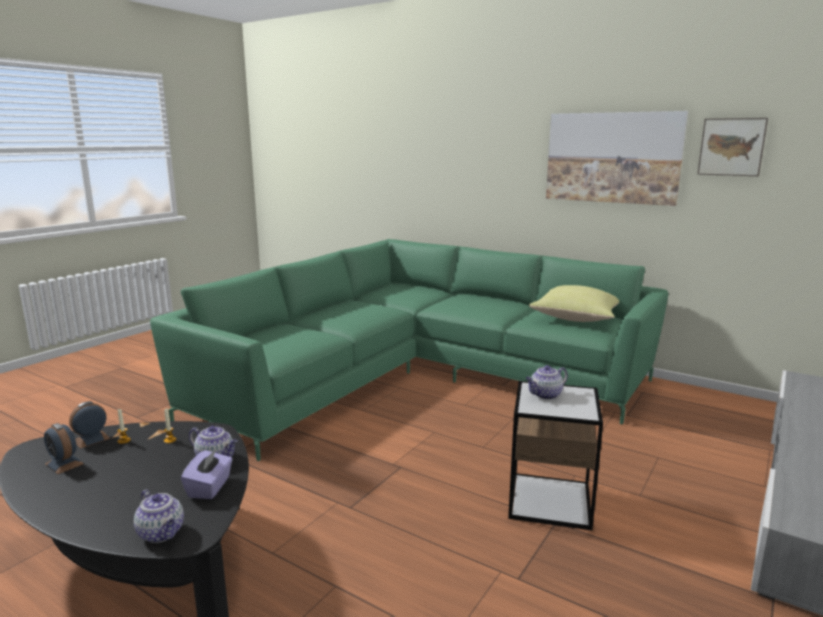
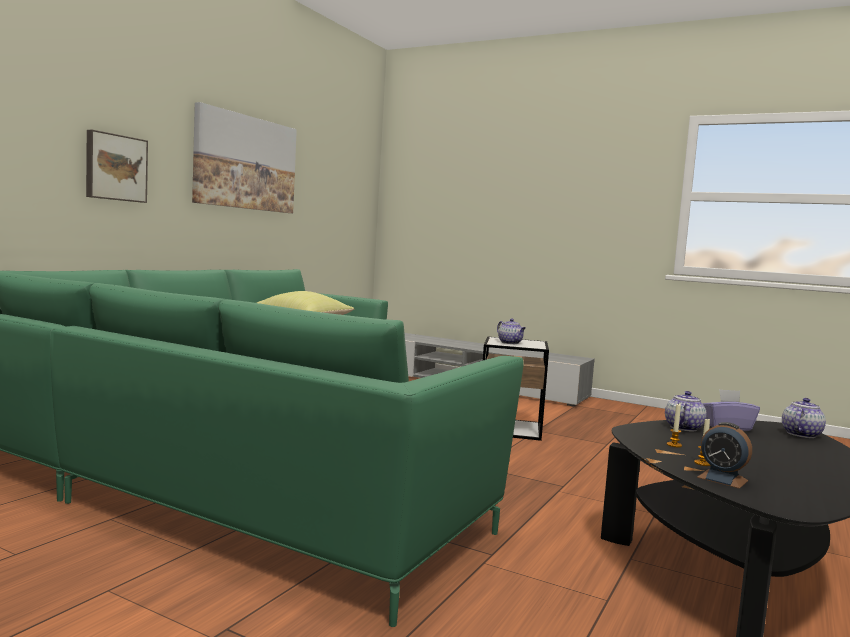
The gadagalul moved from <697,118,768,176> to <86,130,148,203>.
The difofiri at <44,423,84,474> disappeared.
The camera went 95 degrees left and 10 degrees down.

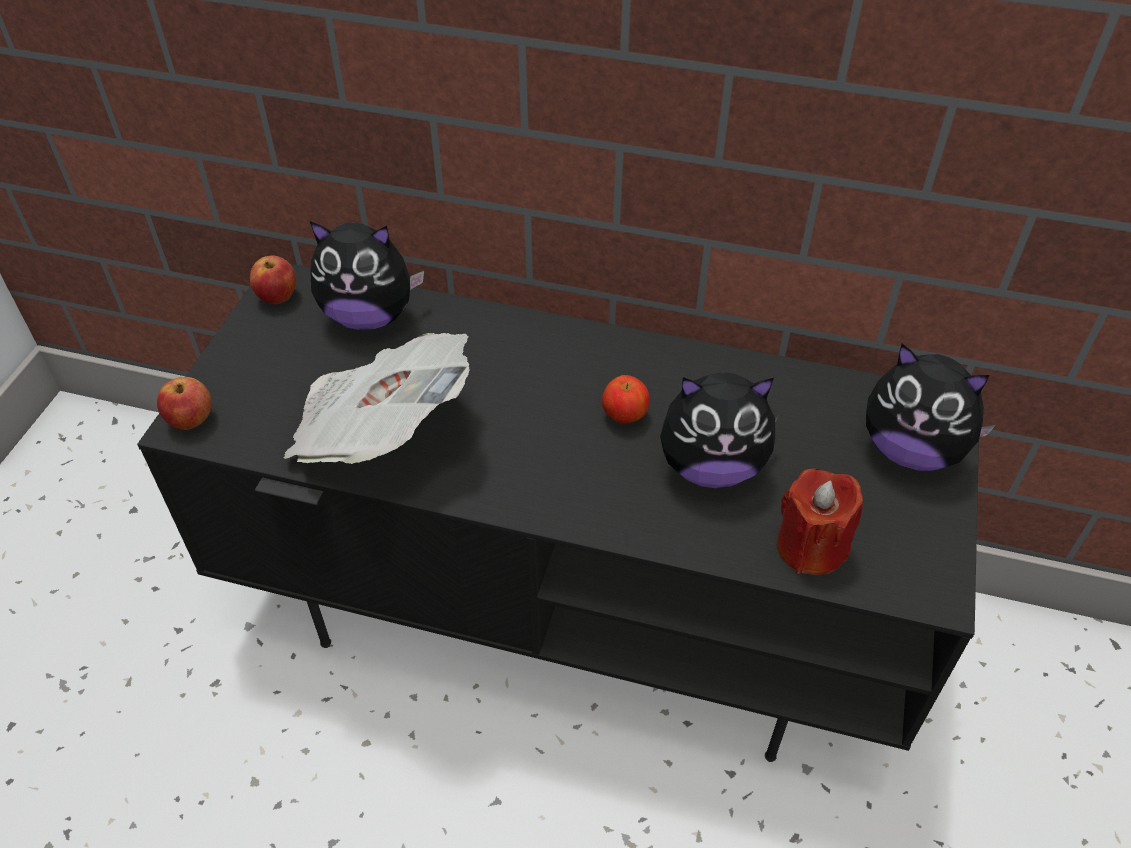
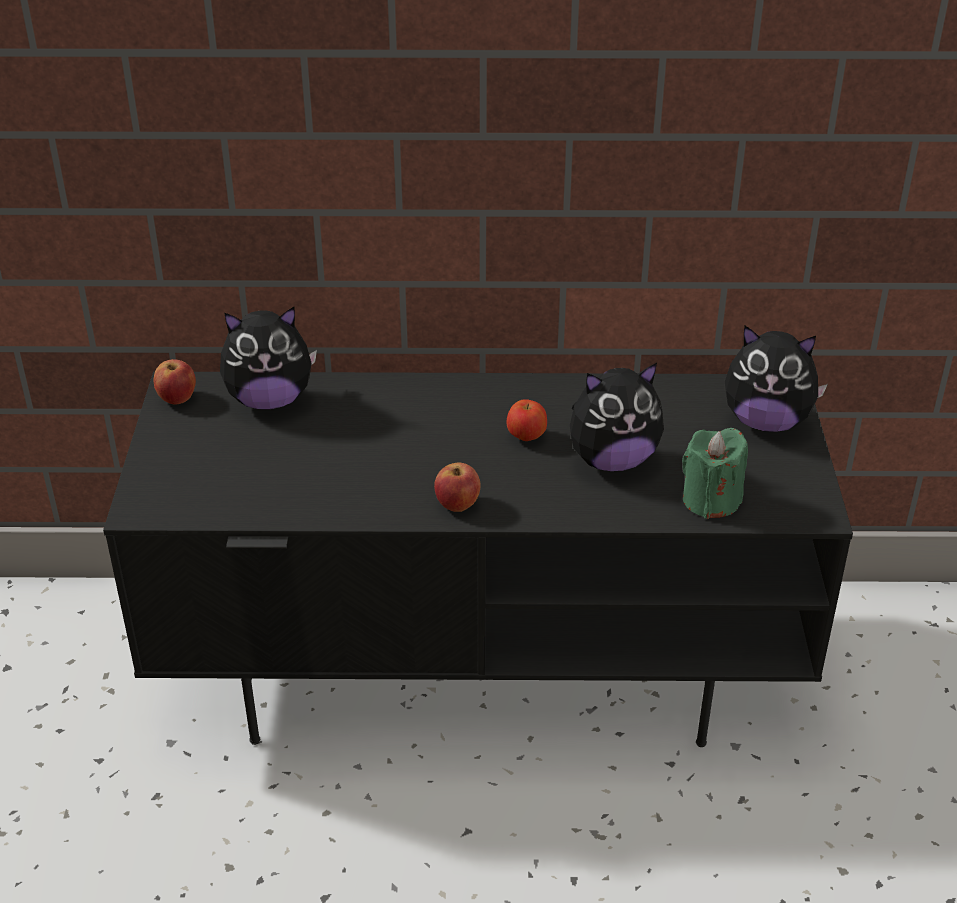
The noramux at <283,333,470,464> disappeared.
The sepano moved from <157,377,212,430> to <434,462,481,512>.
The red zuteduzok at <777,468,863,575> became the green zuteduzok at <682,428,748,519>.
The camera went 15 degrees left and 10 degrees down.

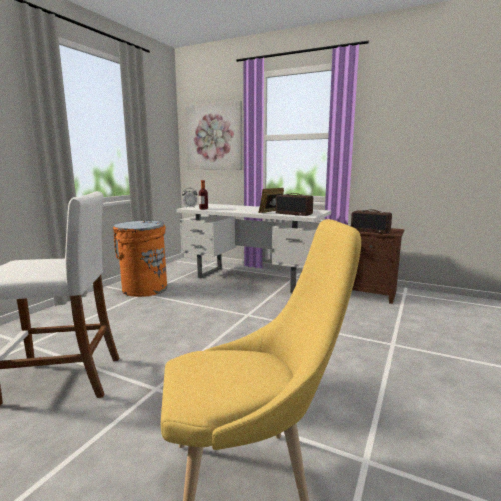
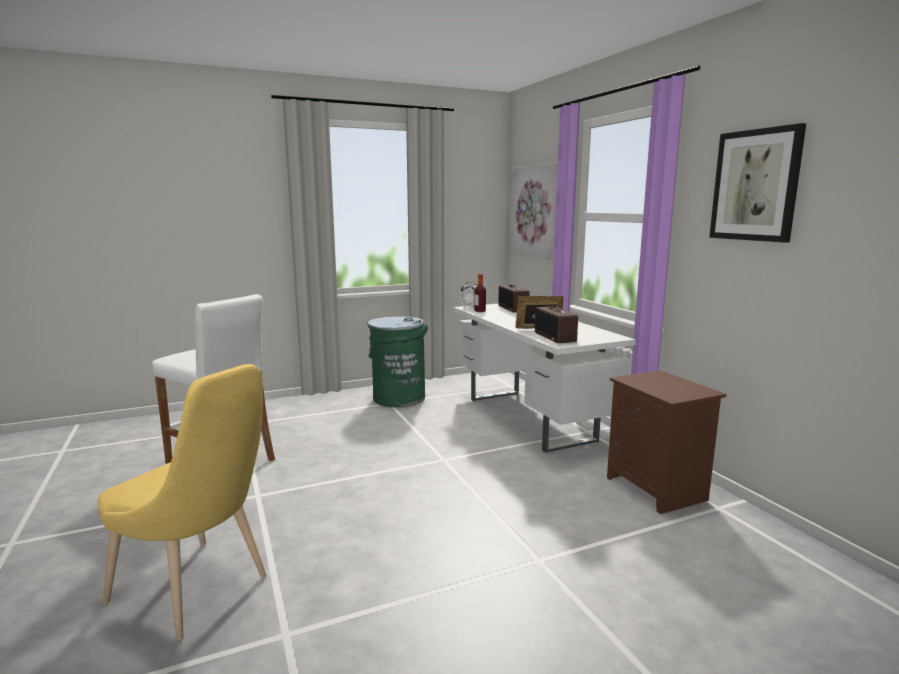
The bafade moved from <351,209,392,234> to <498,285,529,313>.
The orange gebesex at <113,220,167,297> became the green gebesex at <368,316,428,407>.
The gadagalul at <709,123,806,243> appeared.
The camera went 40 degrees right and 0 degrees up.

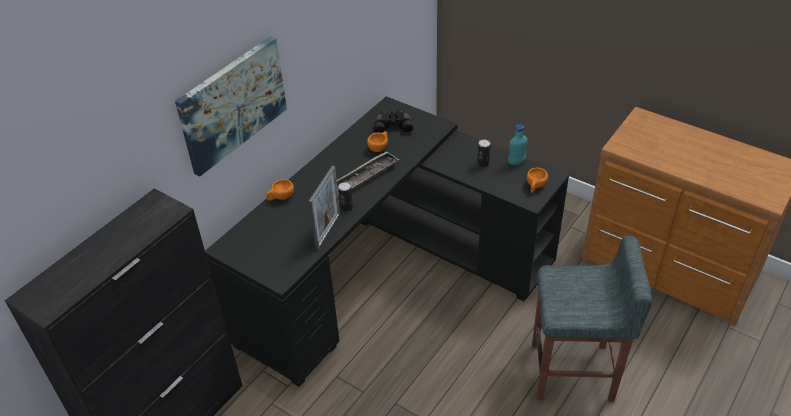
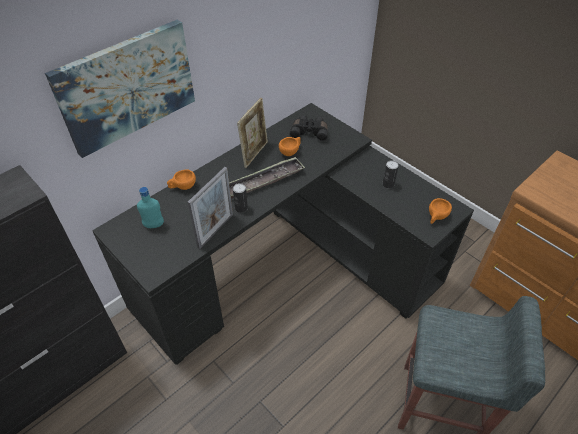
The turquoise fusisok moved from <508,124,528,165> to <137,187,164,228>.
The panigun at <237,98,268,168> appeared.
The camera went 10 degrees right and 5 degrees up.

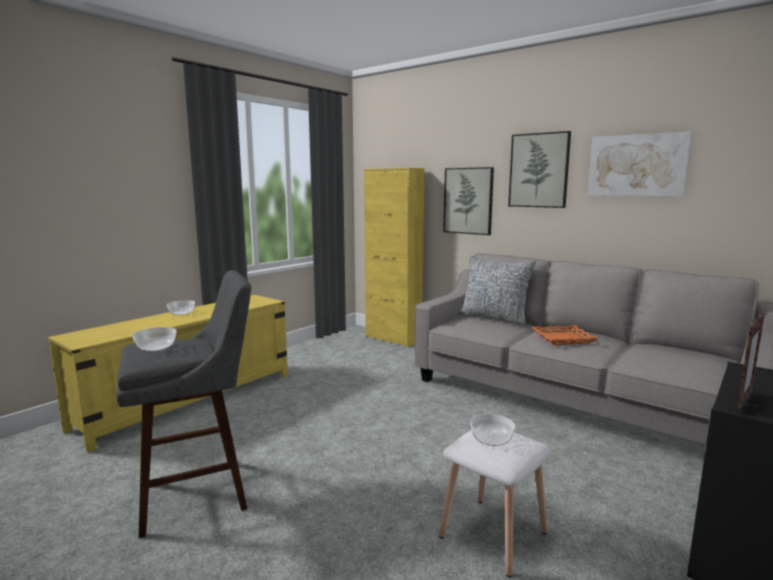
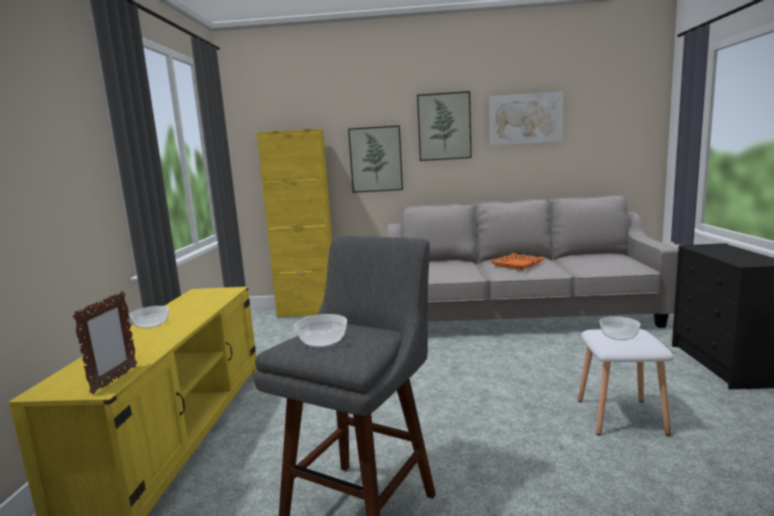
The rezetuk at <458,255,536,325> disappeared.
The panigun moved from <737,313,765,412> to <72,291,137,394>.
The camera went 35 degrees left and 0 degrees up.

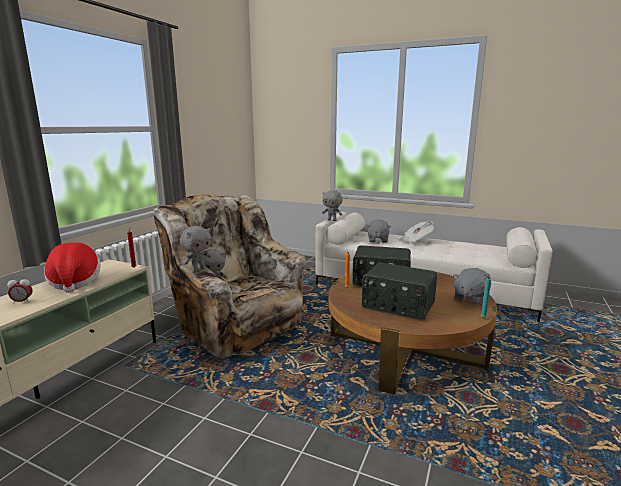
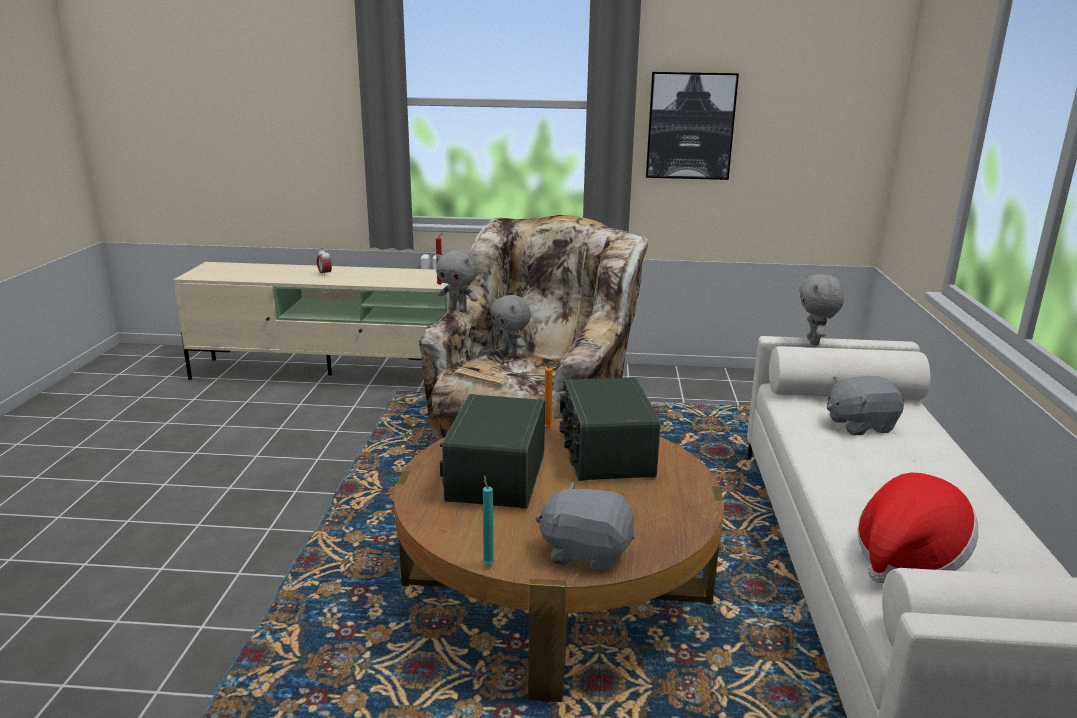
The noramux at <399,221,434,243> disappeared.
The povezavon moved from <44,242,101,293> to <858,473,978,583>.
The gadagalul at <646,72,739,180> appeared.
The camera went 70 degrees right and 5 degrees up.

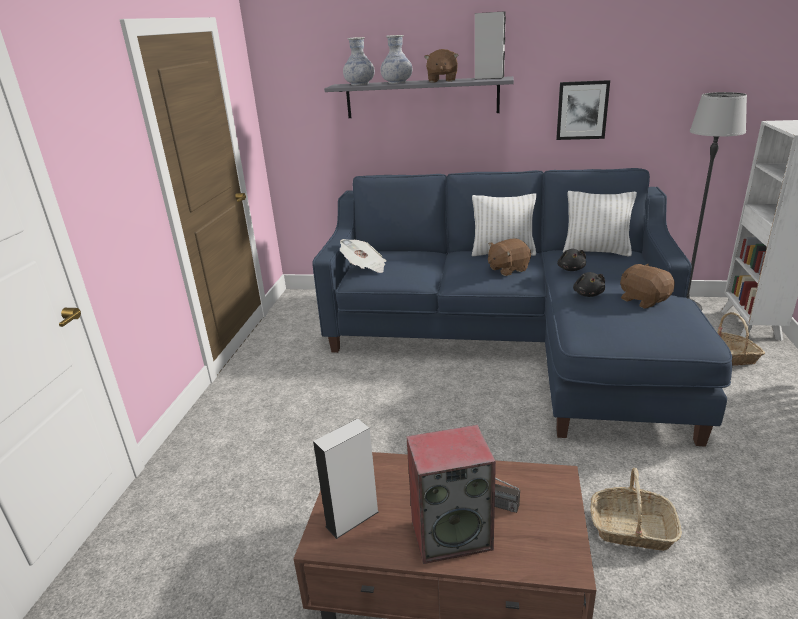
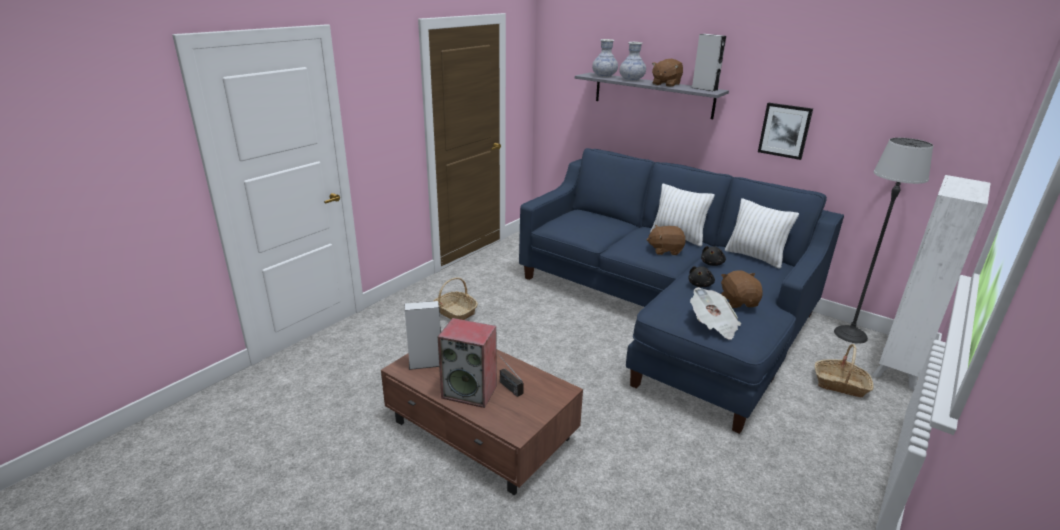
The noramux moved from <340,239,386,273> to <690,287,741,340>.
The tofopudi moved from <590,468,682,551> to <433,277,478,320>.
The camera went 25 degrees right and 0 degrees up.

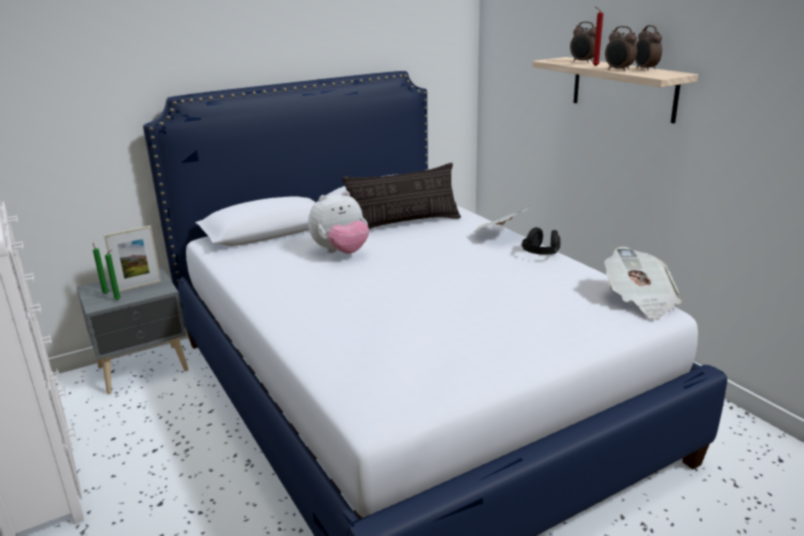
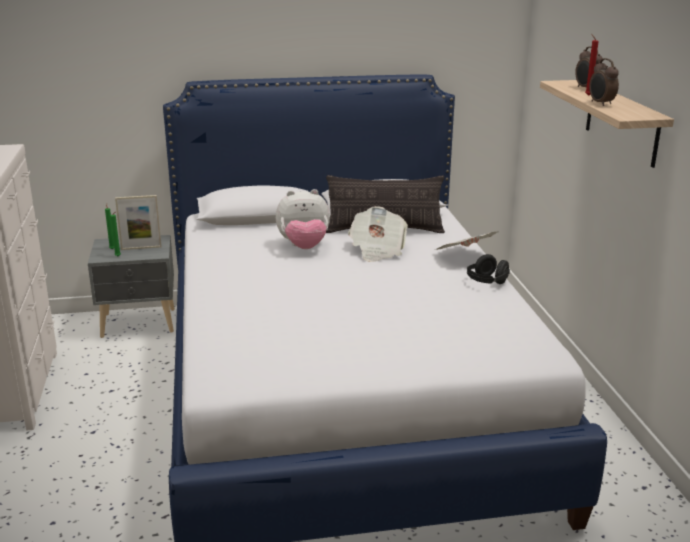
The difofiri at <635,25,662,71> disappeared.
The noramux moved from <604,247,682,319> to <348,206,408,262>.
The camera went 20 degrees right and 0 degrees up.

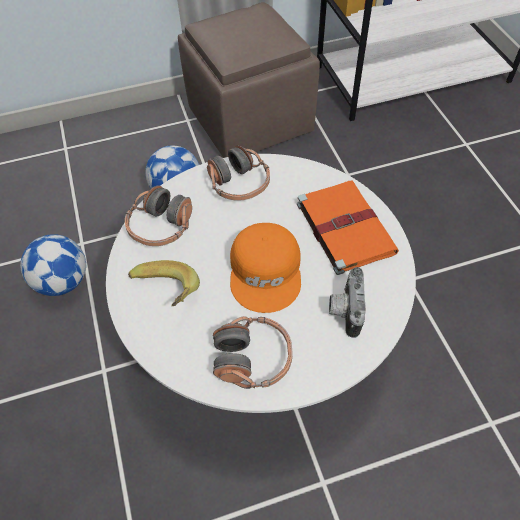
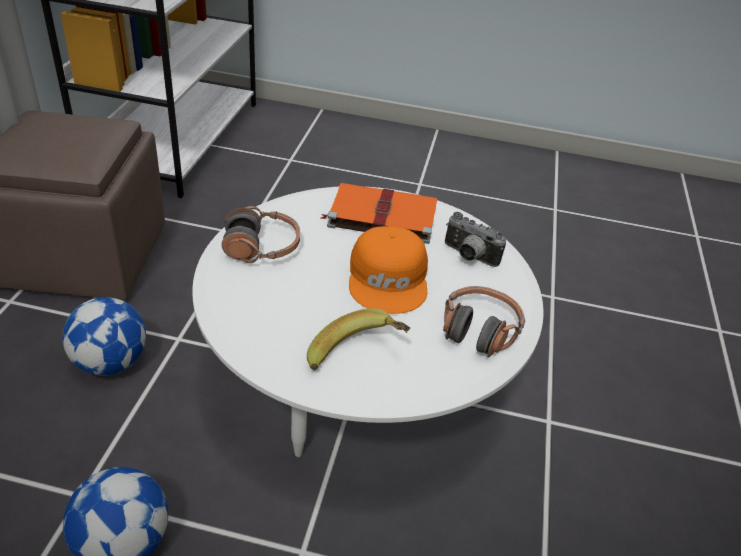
The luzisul at <125,185,192,246> disappeared.
The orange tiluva at <230,223,301,313> turned 60 degrees clockwise.
The camera went 65 degrees left and 15 degrees down.

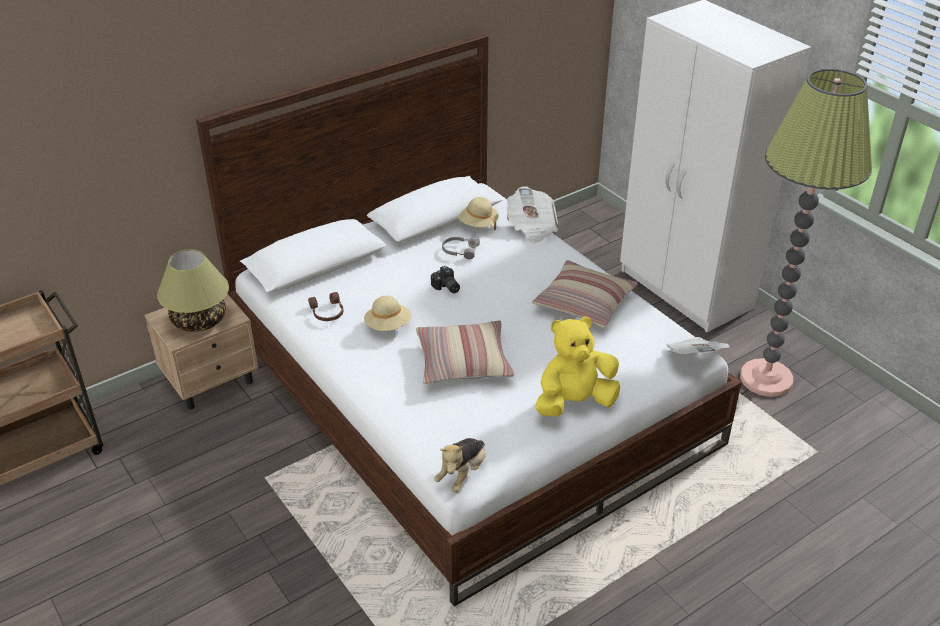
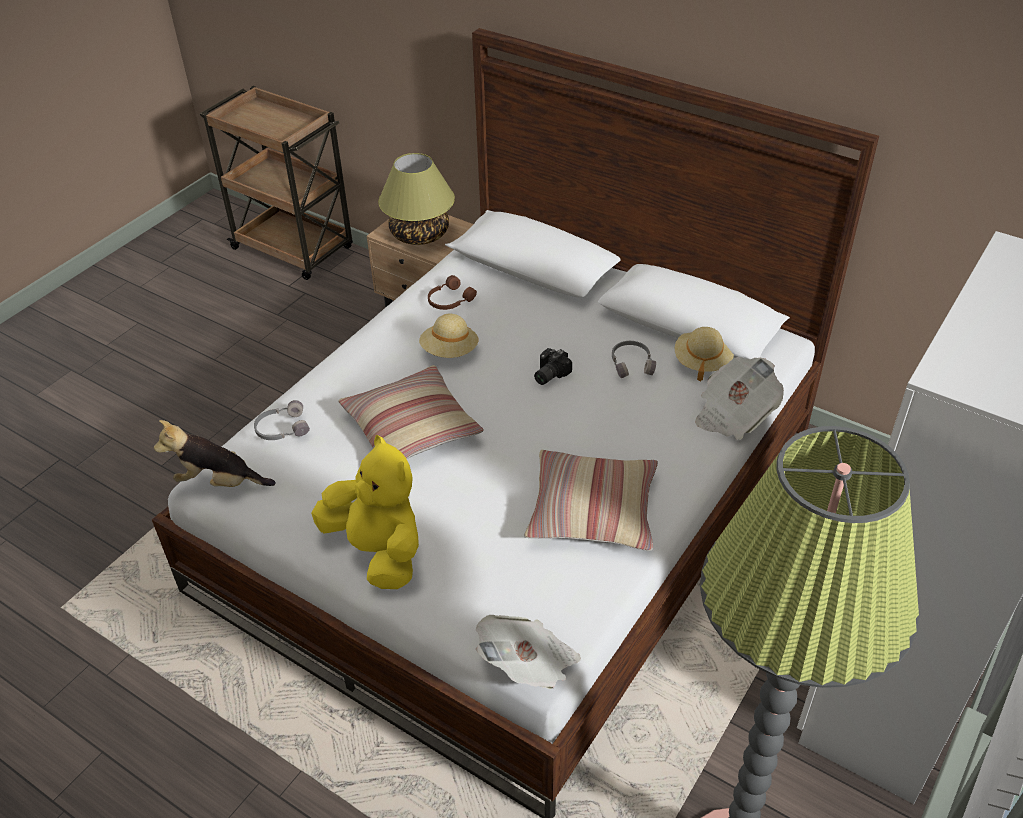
The grey luzisul at <254,400,310,440> appeared.
The camera went 70 degrees right and 5 degrees up.

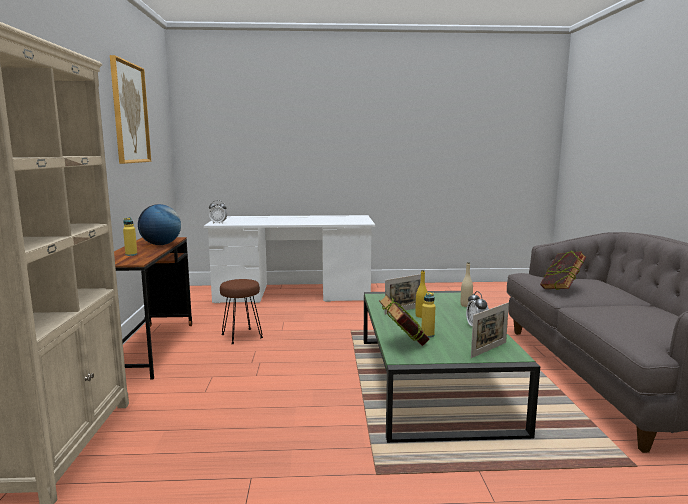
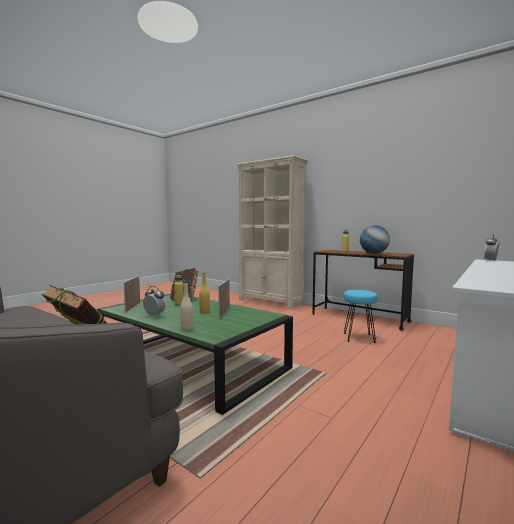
The gadagalul at <110,55,151,164> disappeared.
The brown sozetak at <220,279,263,344> became the turquoise sozetak at <344,290,378,343>.
The camera went 130 degrees right and 5 degrees down.

